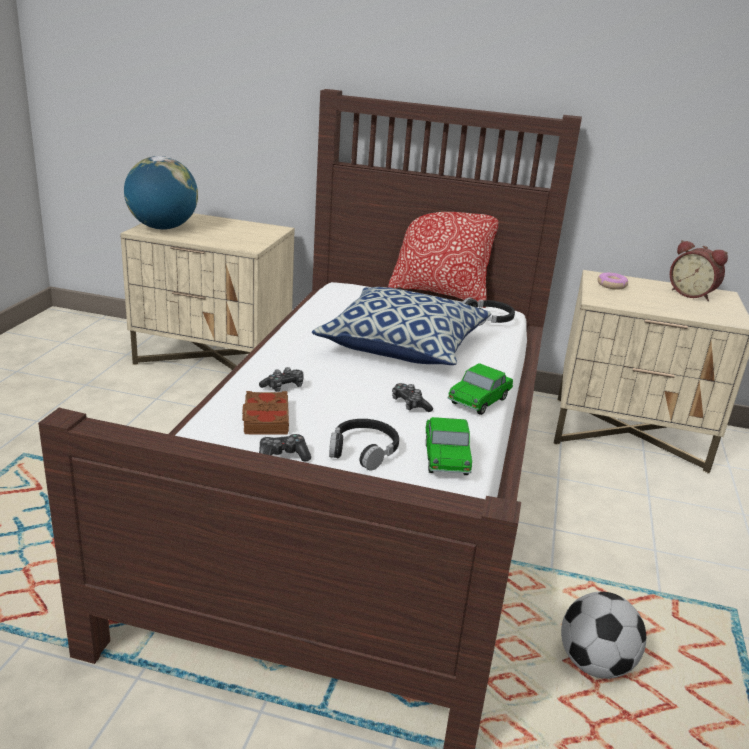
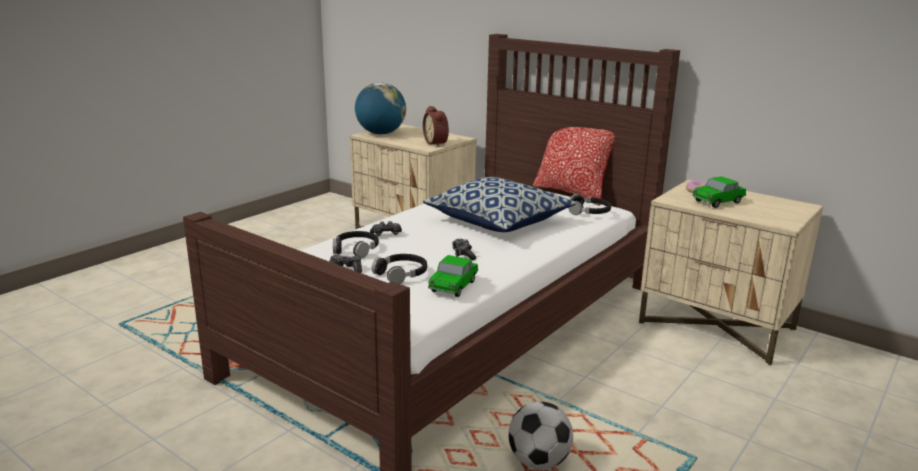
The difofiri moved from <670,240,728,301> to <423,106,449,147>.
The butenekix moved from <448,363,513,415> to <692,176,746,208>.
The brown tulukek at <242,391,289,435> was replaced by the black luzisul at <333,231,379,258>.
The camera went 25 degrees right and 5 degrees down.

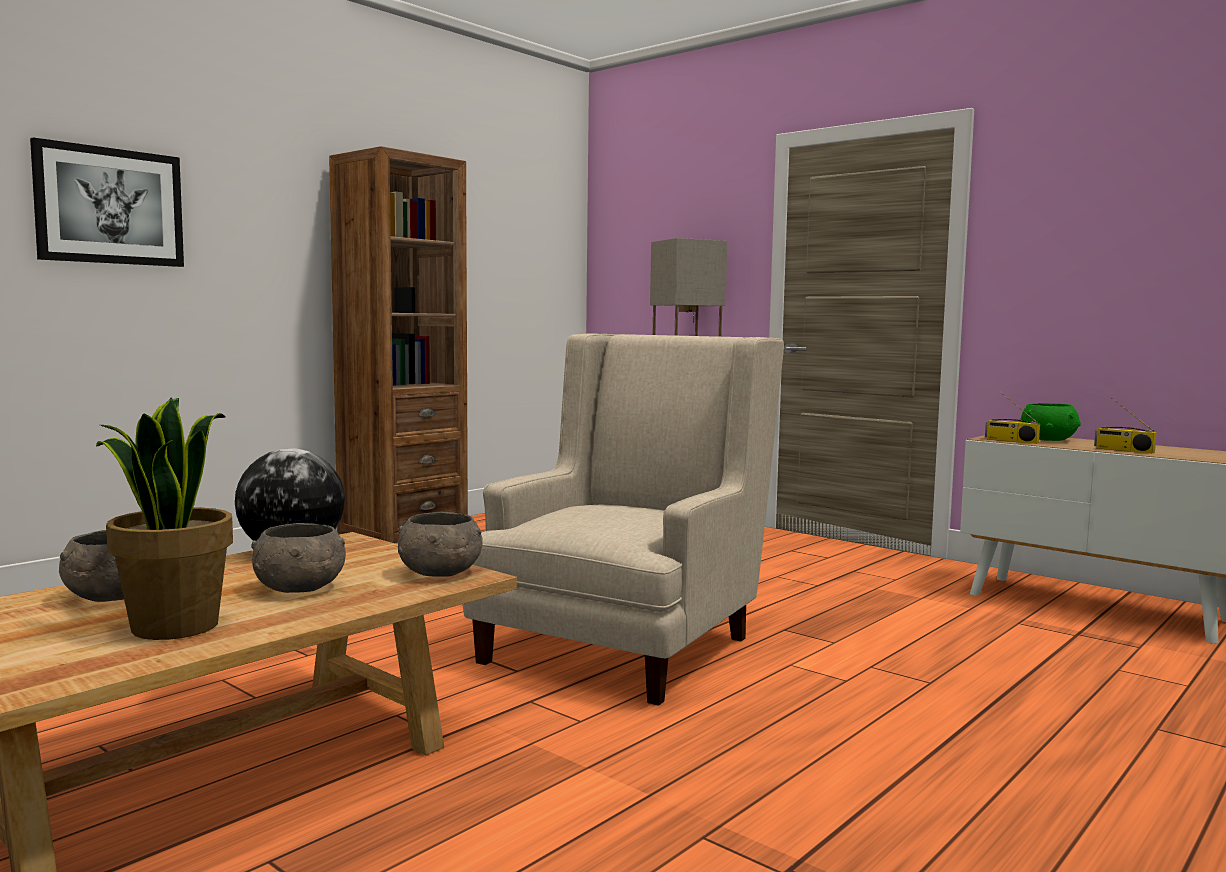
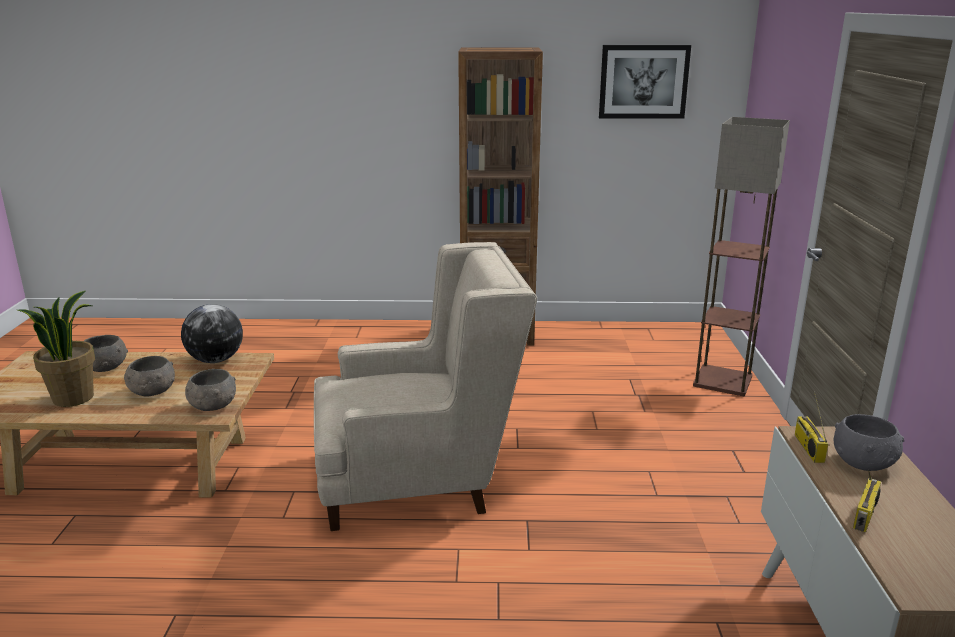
The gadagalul moved from <30,137,184,267> to <599,45,691,119>.
The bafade at <1094,398,1157,454> turned 150 degrees counterclockwise.
The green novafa at <1019,403,1081,441> became the grey novafa at <834,414,904,471>.
The camera went 50 degrees right and 15 degrees up.

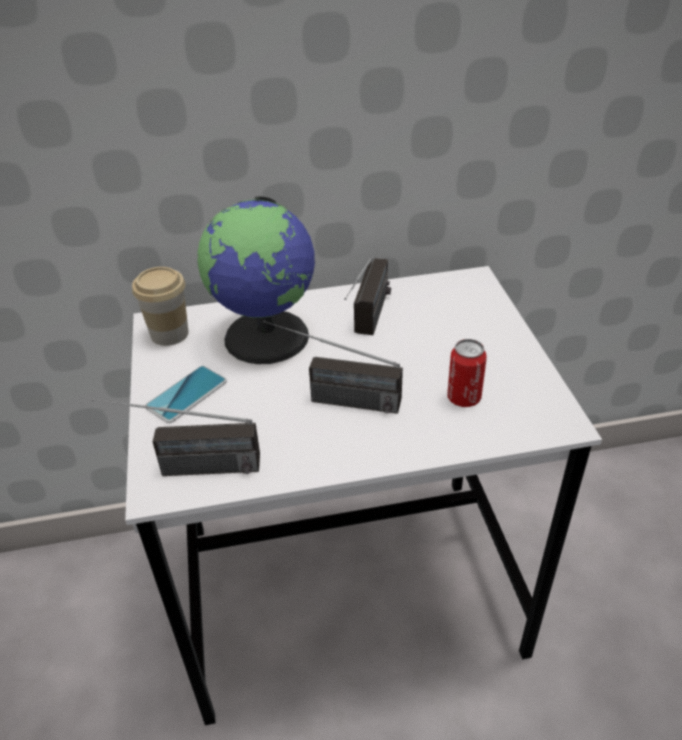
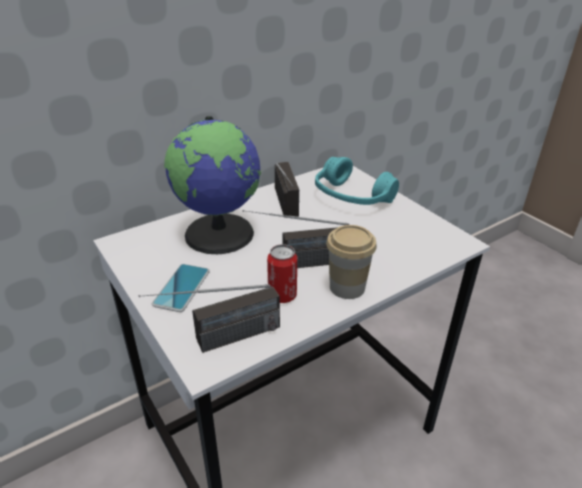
The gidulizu moved from <132,267,189,346> to <326,225,377,299>.
The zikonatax moved from <447,339,487,407> to <267,244,297,303>.
The turquoise luzisul at <315,157,399,205> appeared.
The camera went 25 degrees left and 5 degrees down.

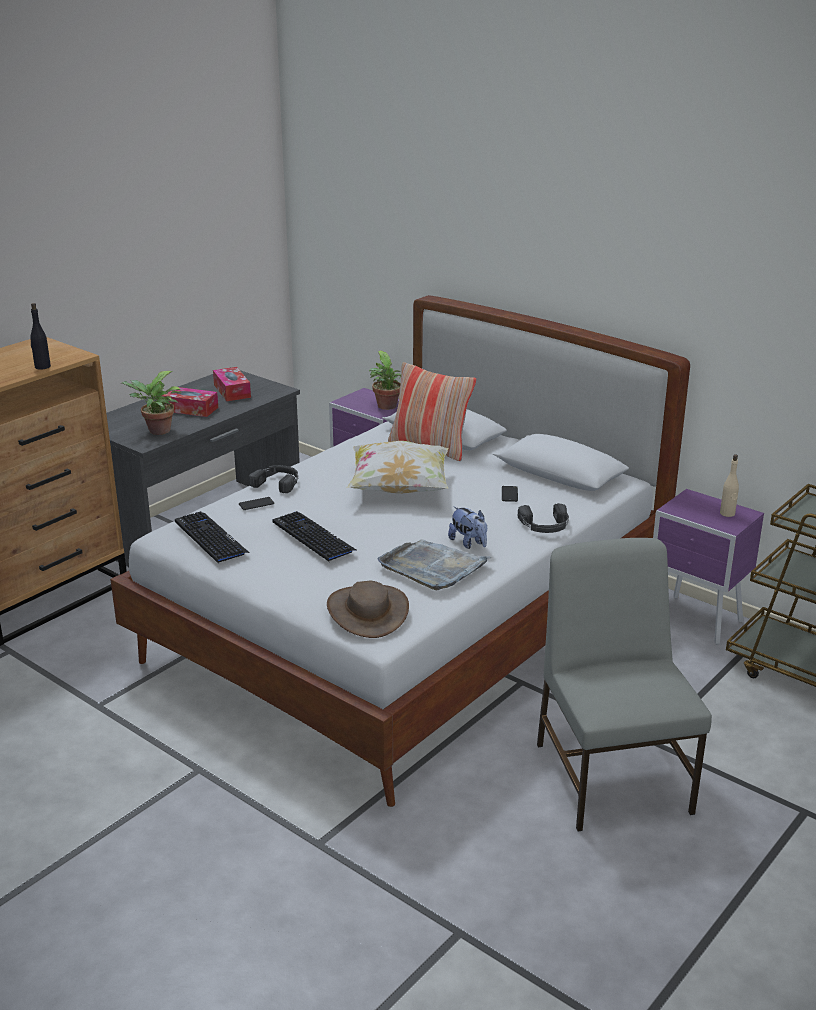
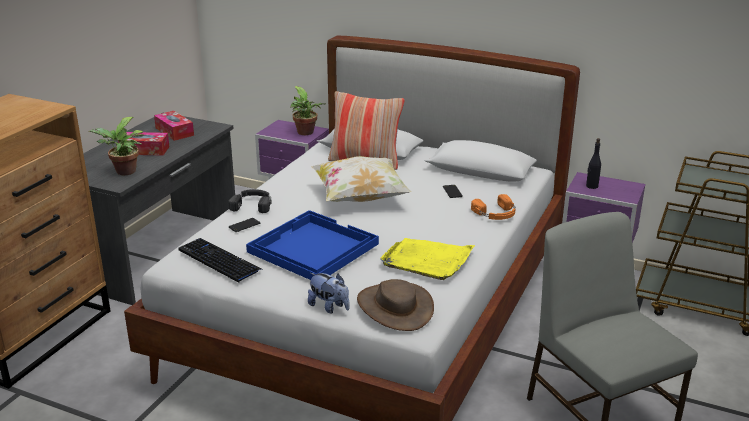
The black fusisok moved from <30,303,51,370> to <586,138,601,189>.
The beige fusisok at <720,454,739,517> disappeared.
The black luzisul at <518,503,569,533> became the orange luzisul at <471,194,516,220>.
The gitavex moved from <448,506,487,549> to <308,273,350,313>.
The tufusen at <272,511,358,562> was replaced by the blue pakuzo at <246,210,379,280>.
The grey pakuzo at <377,539,492,590> became the yellow pakuzo at <380,238,475,280>.
The camera went 15 degrees left and 0 degrees up.

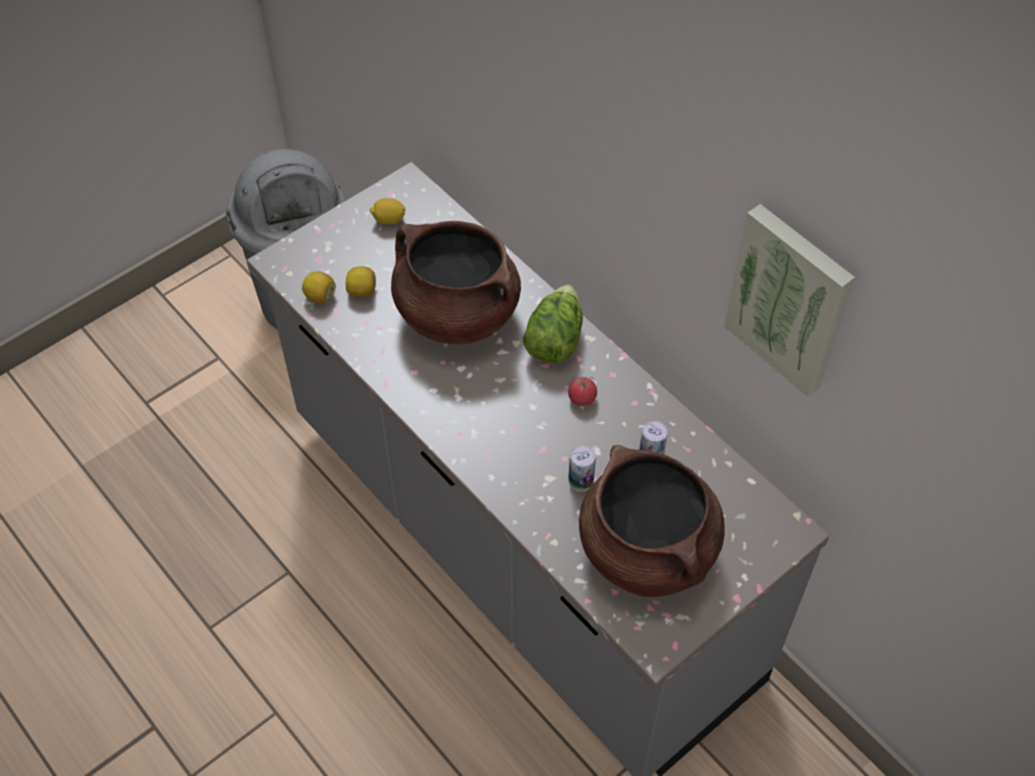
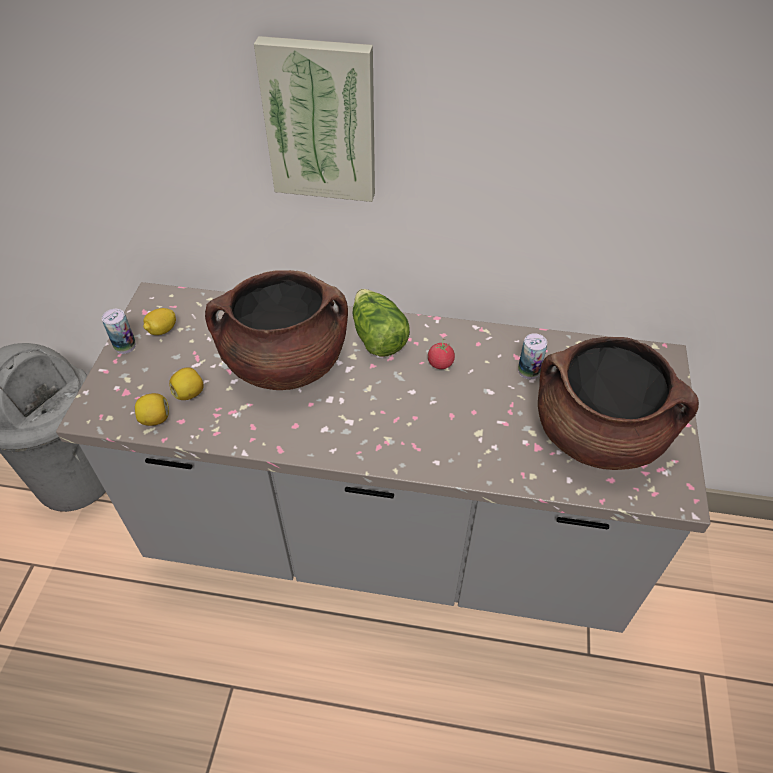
The gadagalul moved from <724,204,855,397> to <254,36,375,202>.
The zikonatax moved from <568,445,596,492> to <102,309,136,354>.
The camera went 40 degrees left and 5 degrees down.

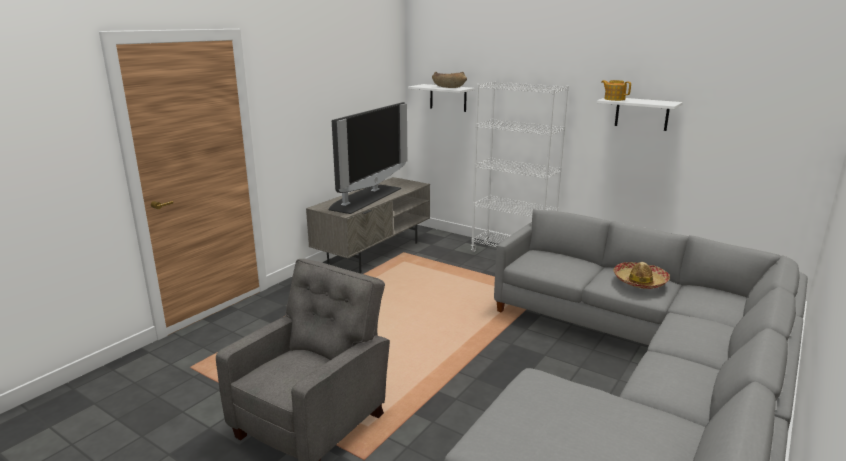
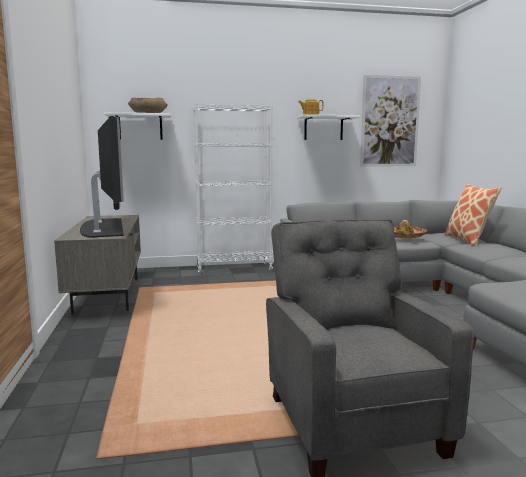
The gadagalul at <360,75,421,167> appeared.
The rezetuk at <444,184,502,246> appeared.
The camera went 45 degrees left and 10 degrees down.

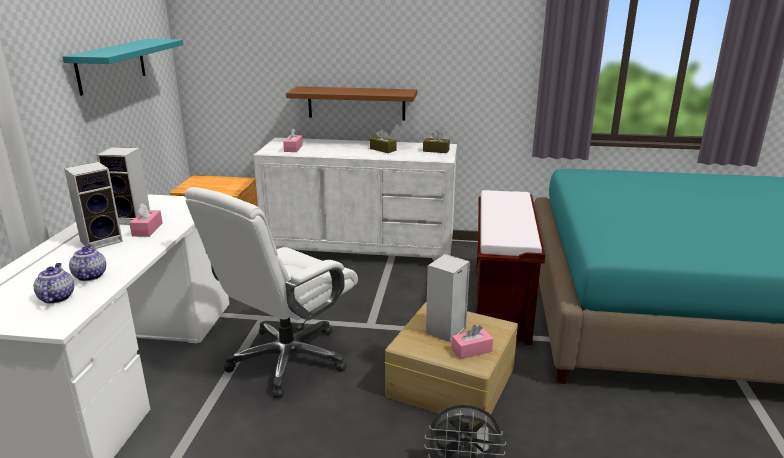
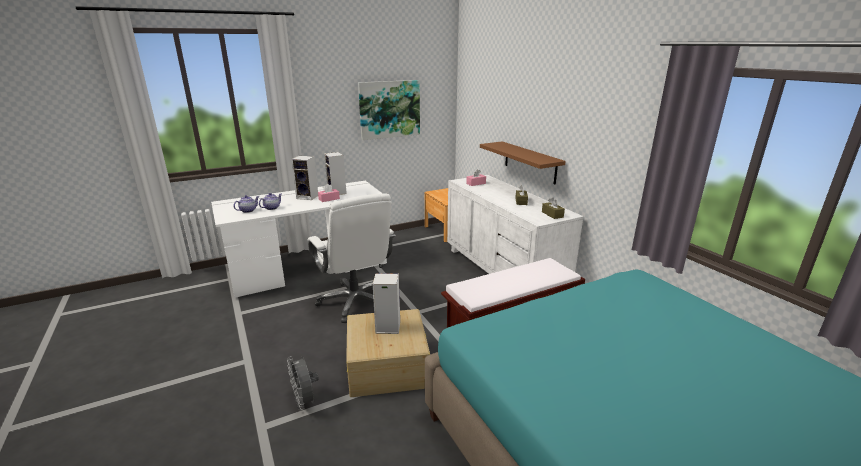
The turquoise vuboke at <63,39,184,96> was replaced by the gadagalul at <358,80,420,140>.
The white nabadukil at <185,187,358,398> turned 120 degrees counterclockwise.
The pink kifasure at <451,325,493,359> disappeared.
The camera went 55 degrees right and 0 degrees up.

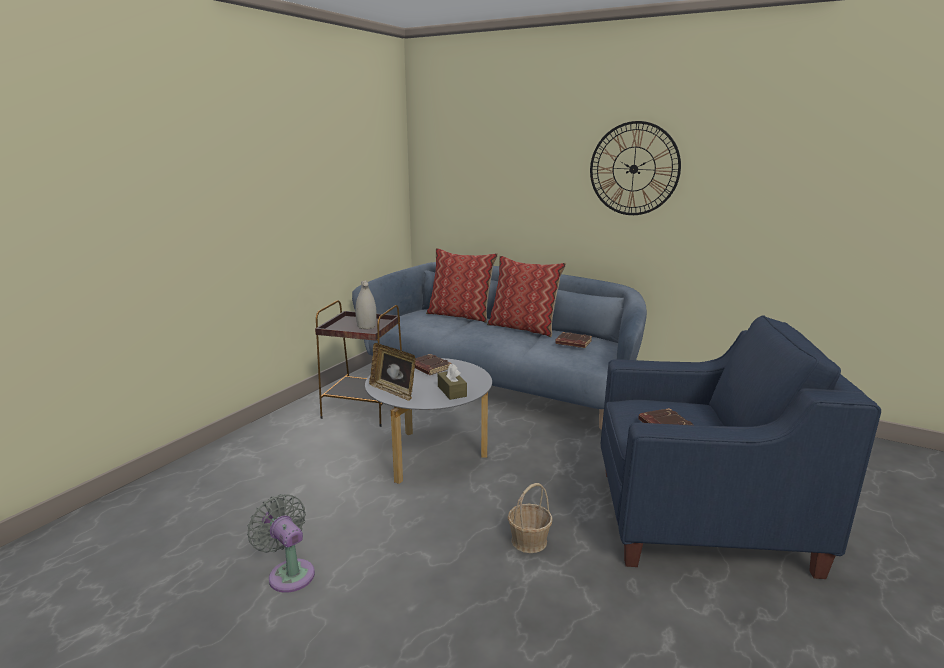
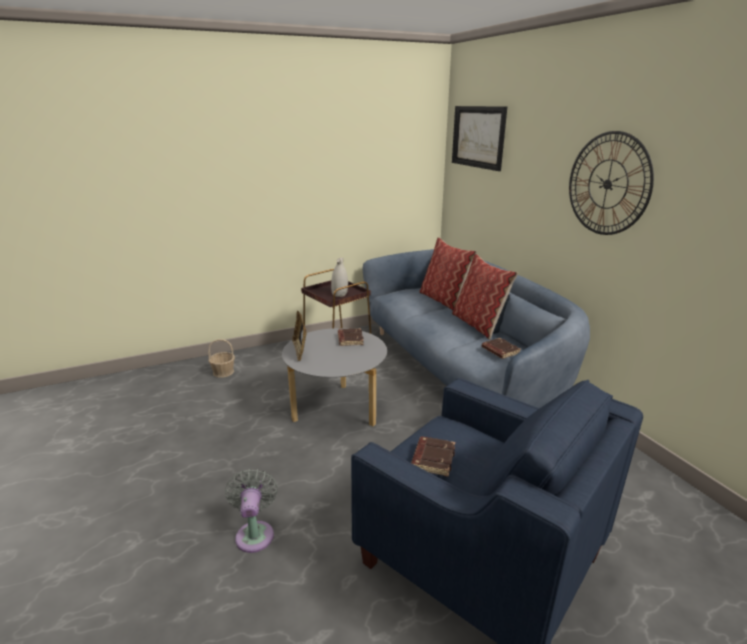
The brown kifasure at <438,364,467,400> disappeared.
The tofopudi moved from <508,483,553,553> to <208,339,235,378>.
The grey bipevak moved from <247,494,315,593> to <225,469,278,553>.
The gadagalul at <452,106,507,171> appeared.
The camera went 35 degrees right and 5 degrees up.

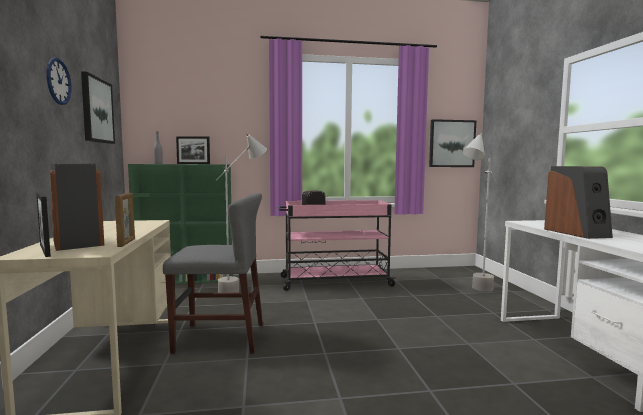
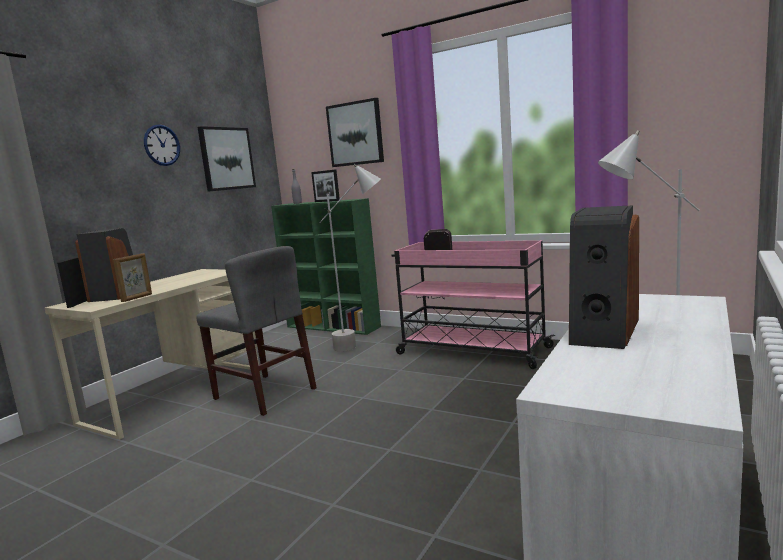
The gadagalul moved from <429,119,476,167> to <326,98,384,167>.
The camera went 40 degrees right and 5 degrees up.

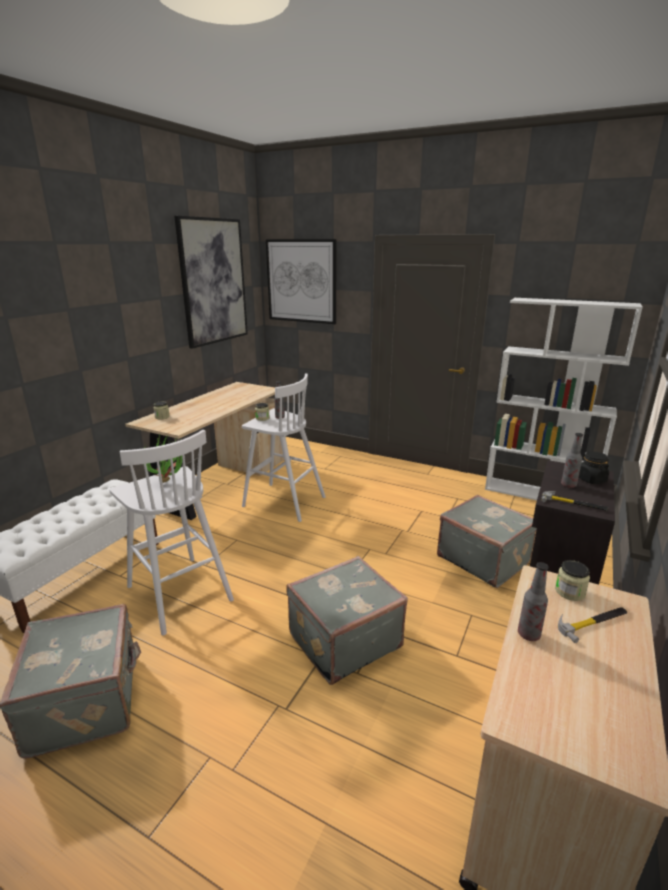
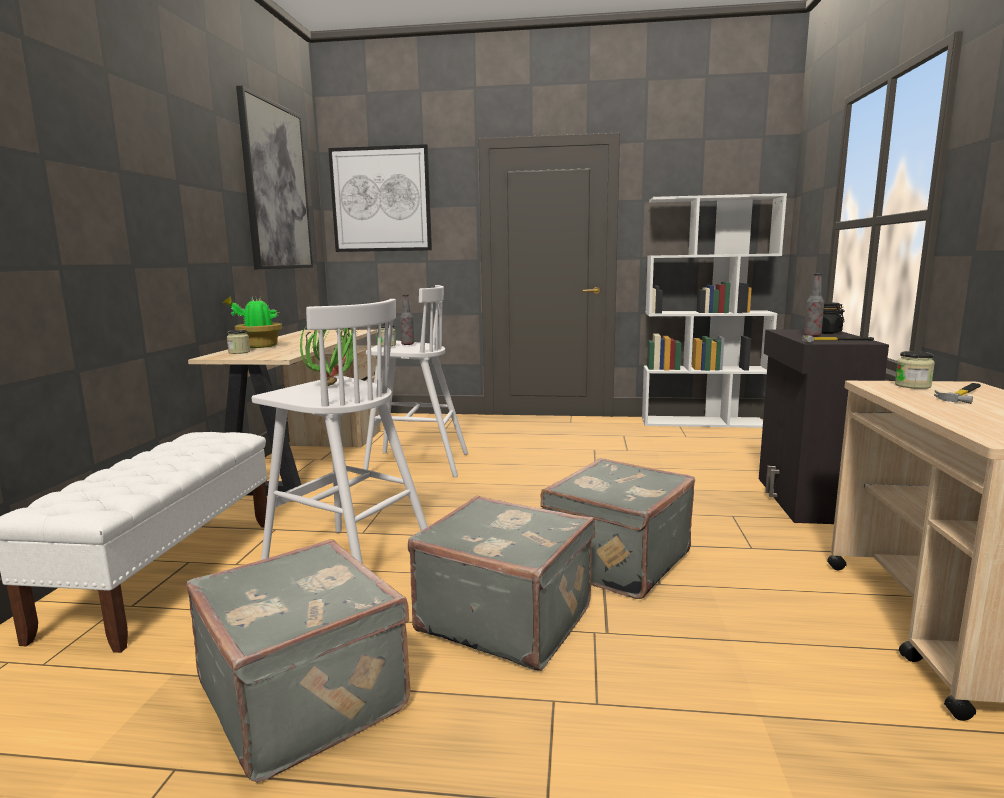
The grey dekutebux moved from <437,495,537,588> to <408,496,595,671>.
The fusisok at <518,562,549,641> disappeared.
The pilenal at <223,296,282,348> appeared.
The camera went 20 degrees left and 10 degrees down.

